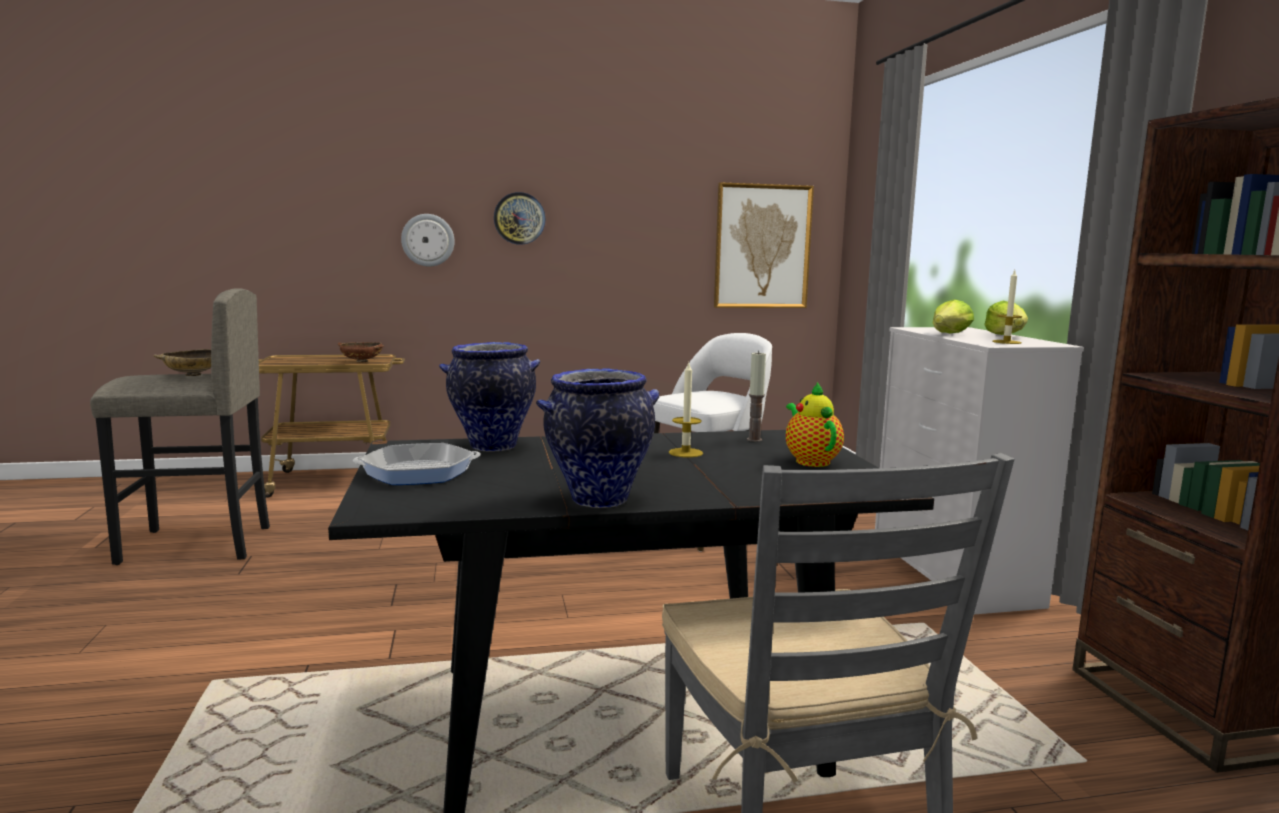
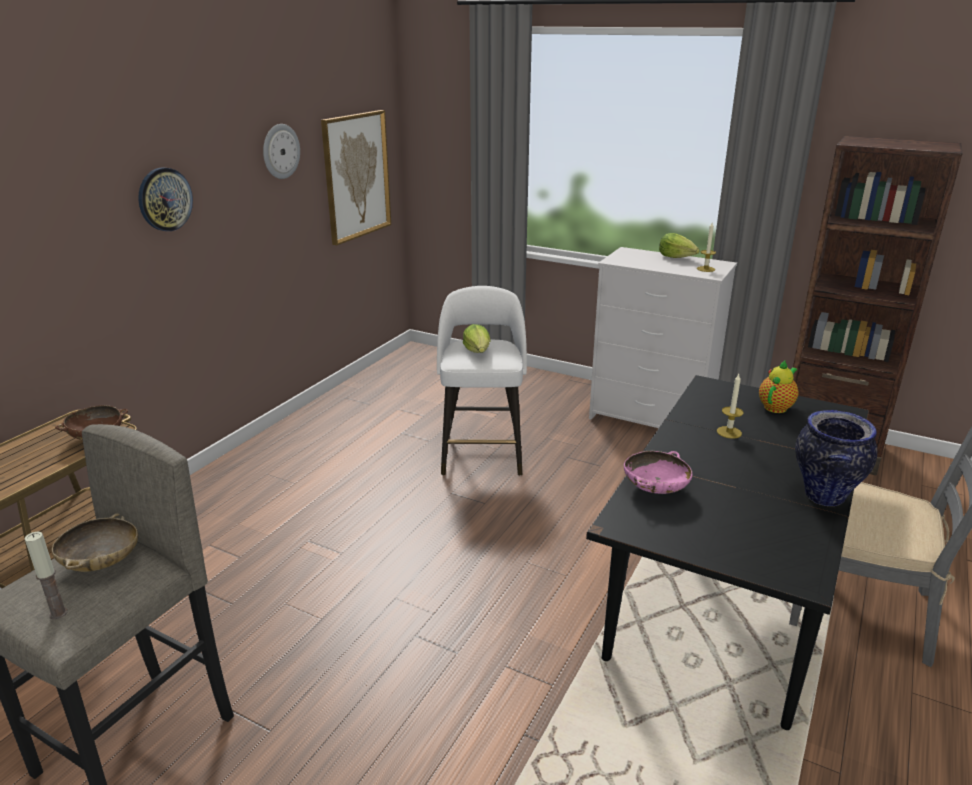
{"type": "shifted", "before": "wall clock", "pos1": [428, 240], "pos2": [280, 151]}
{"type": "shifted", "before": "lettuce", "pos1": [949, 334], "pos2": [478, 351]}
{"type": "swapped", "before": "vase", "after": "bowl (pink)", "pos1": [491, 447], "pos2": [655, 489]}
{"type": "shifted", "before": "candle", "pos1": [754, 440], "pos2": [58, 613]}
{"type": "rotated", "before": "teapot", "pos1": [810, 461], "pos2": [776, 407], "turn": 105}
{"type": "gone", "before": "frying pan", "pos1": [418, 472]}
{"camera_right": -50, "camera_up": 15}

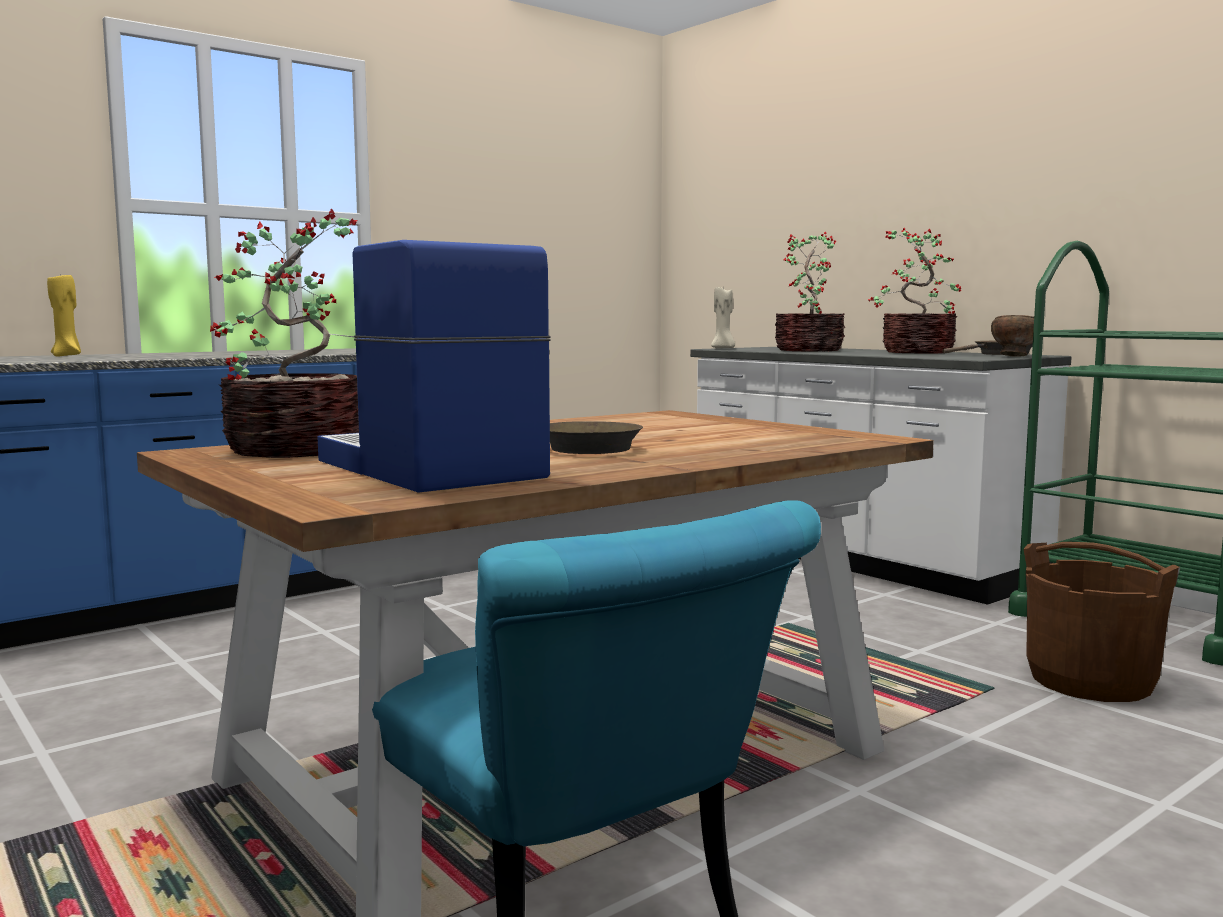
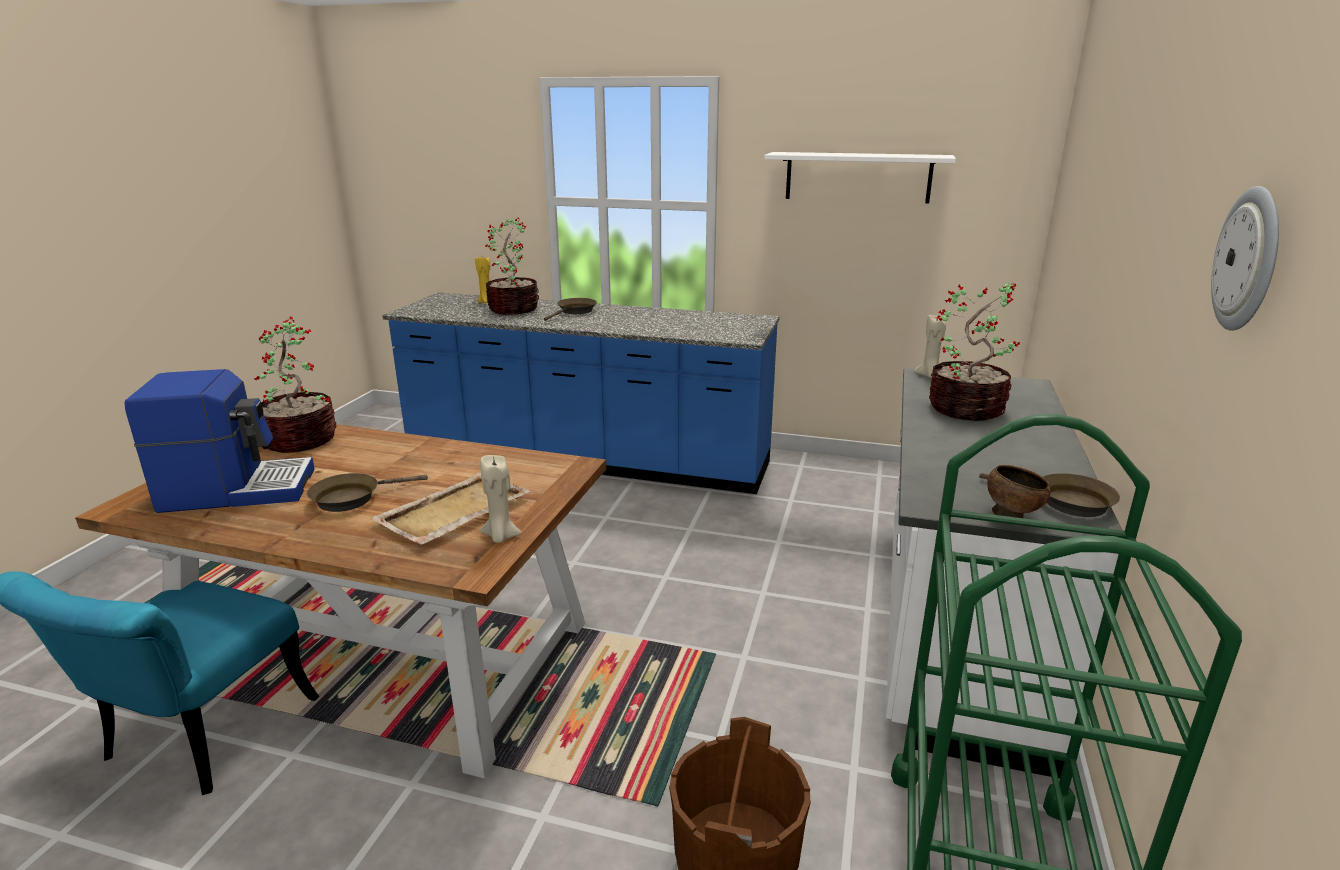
{"type": "shifted", "before": "potted plant", "pos1": [915, 352], "pos2": [513, 308]}
{"type": "rotated", "before": "coffee machine", "pos1": [426, 469], "pos2": [237, 489], "turn": 60}
{"type": "new", "after": "shelf (white)", "pos2": [858, 177]}
{"type": "new", "after": "wall clock", "pos2": [1248, 260]}
{"type": "new", "after": "frying pan (brown)", "pos2": [575, 311]}
{"type": "new", "after": "candle (beige)", "pos2": [500, 537]}
{"type": "new", "after": "tray (beige)", "pos2": [452, 512]}
{"camera_right": 55, "camera_up": 15}

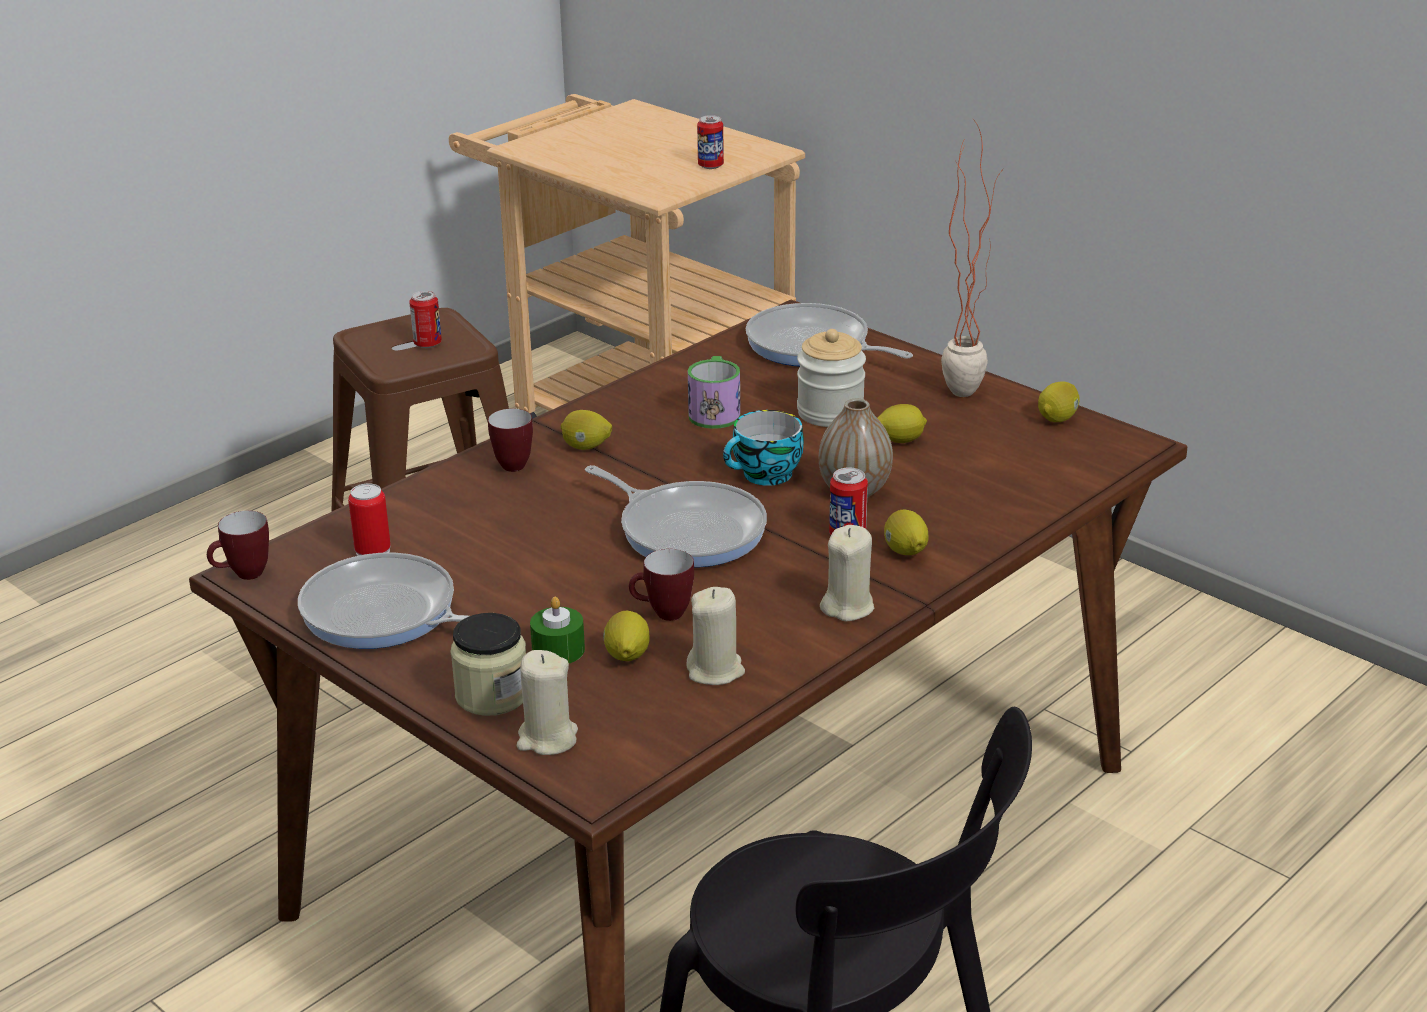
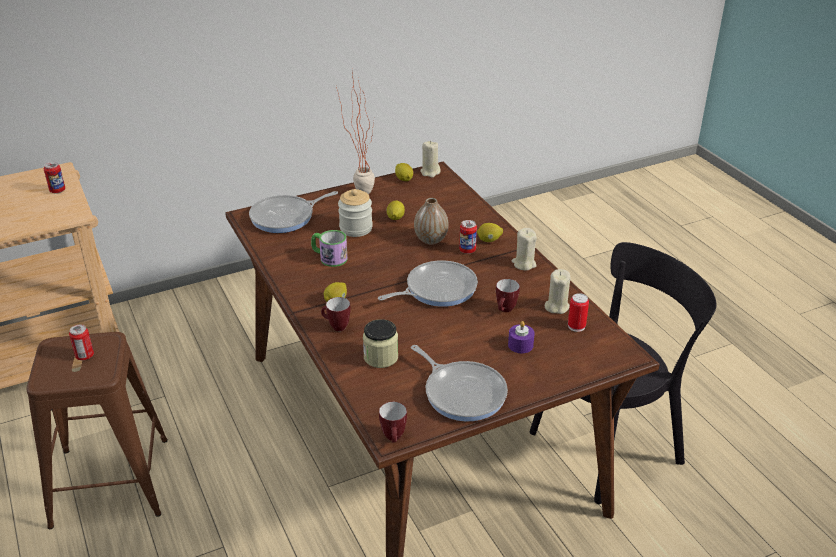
{"type": "gone", "before": "cup", "pos1": [765, 476]}
{"type": "shifted", "before": "can", "pos1": [373, 551], "pos2": [576, 326]}
{"type": "rotated", "before": "frying pan", "pos1": [386, 615], "pos2": [462, 393], "turn": -90}
{"type": "repainted", "before": "candle (green)", "after": "candle (purple)", "pos1": [558, 650], "pos2": [520, 345]}
{"type": "gone", "before": "lemon", "pos1": [626, 656]}
{"type": "shifted", "before": "jar", "pos1": [492, 695], "pos2": [381, 357]}
{"type": "shifted", "before": "candle (beige)", "pos1": [547, 739], "pos2": [430, 172]}
{"camera_right": -70, "camera_up": 5}

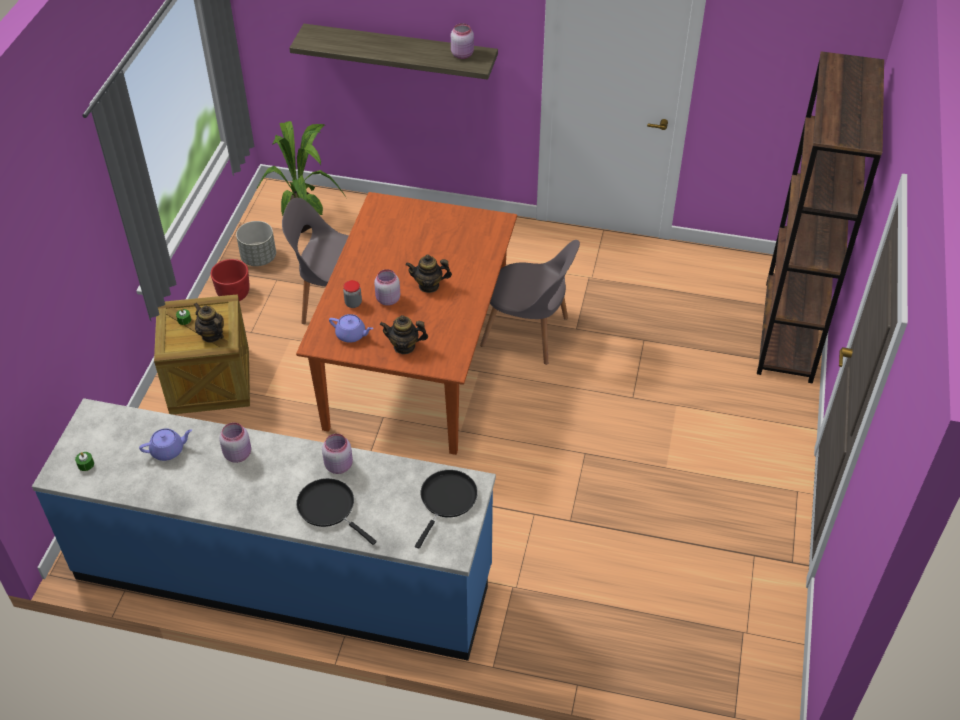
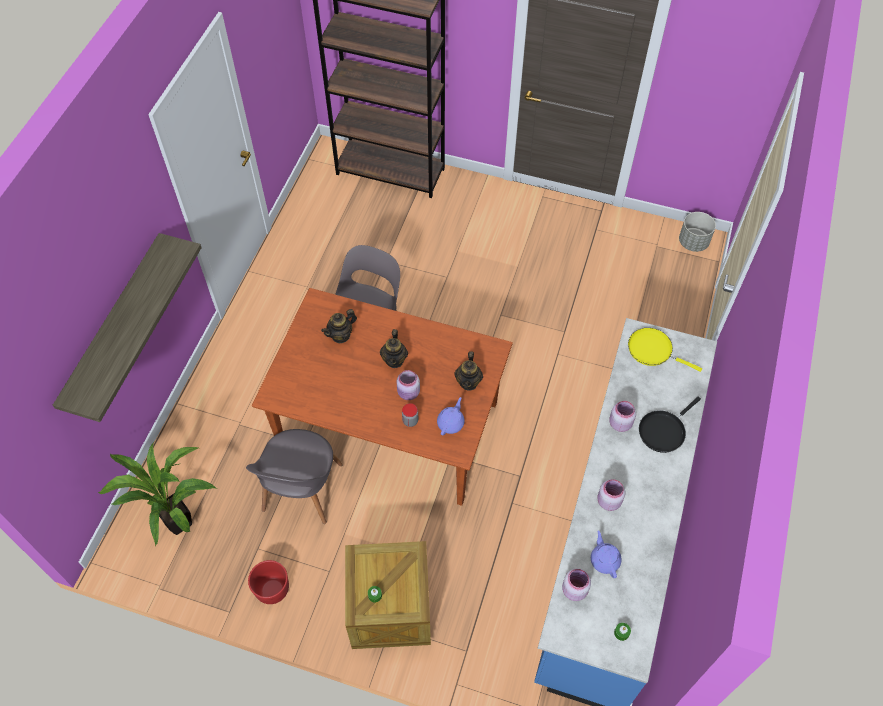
{"type": "shifted", "before": "jar (pink)", "pos1": [463, 54], "pos2": [574, 589]}
{"type": "shifted", "before": "planter (grey)", "pos1": [259, 258], "pos2": [693, 242]}
{"type": "shifted", "before": "teapot", "pos1": [211, 335], "pos2": [341, 335]}
{"type": "repainted", "before": "frying pan (black)", "after": "frying pan (yellow)", "pos1": [447, 500], "pos2": [653, 350]}
{"camera_right": -85, "camera_up": 10}

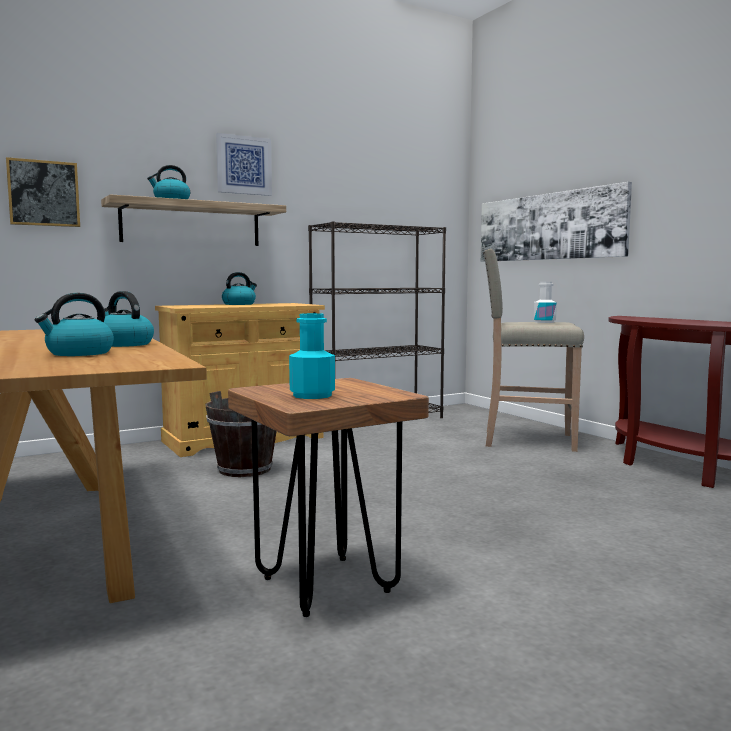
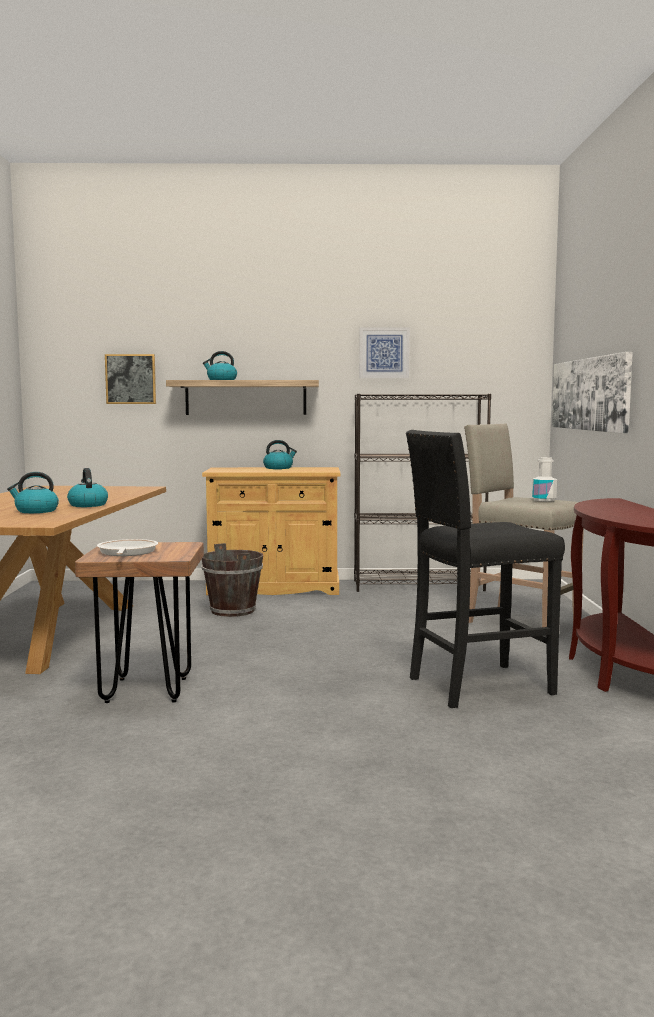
{"type": "shifted", "before": "picture", "pos1": [243, 165], "pos2": [384, 353]}
{"type": "swapped", "before": "bottle (turquoise)", "after": "frying pan", "pos1": [312, 395], "pos2": [126, 552]}
{"type": "new", "after": "stool (black)", "pos2": [477, 686]}
{"camera_right": 30, "camera_up": 0}

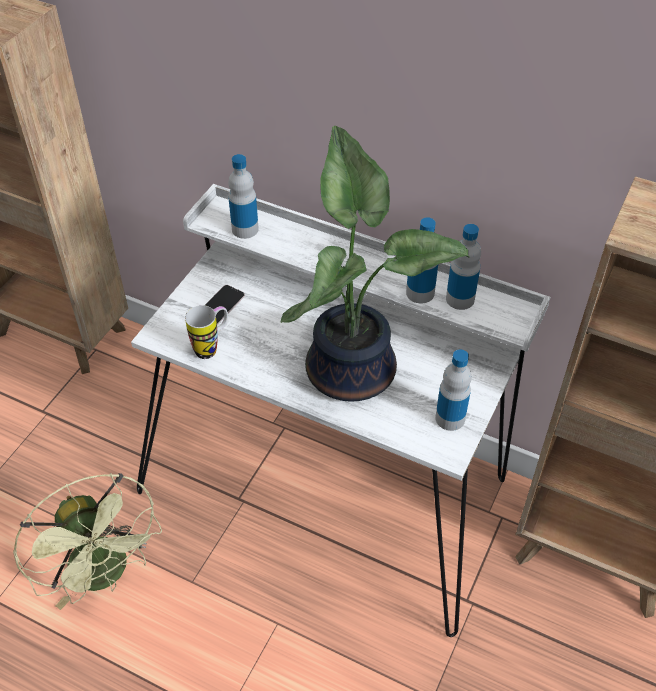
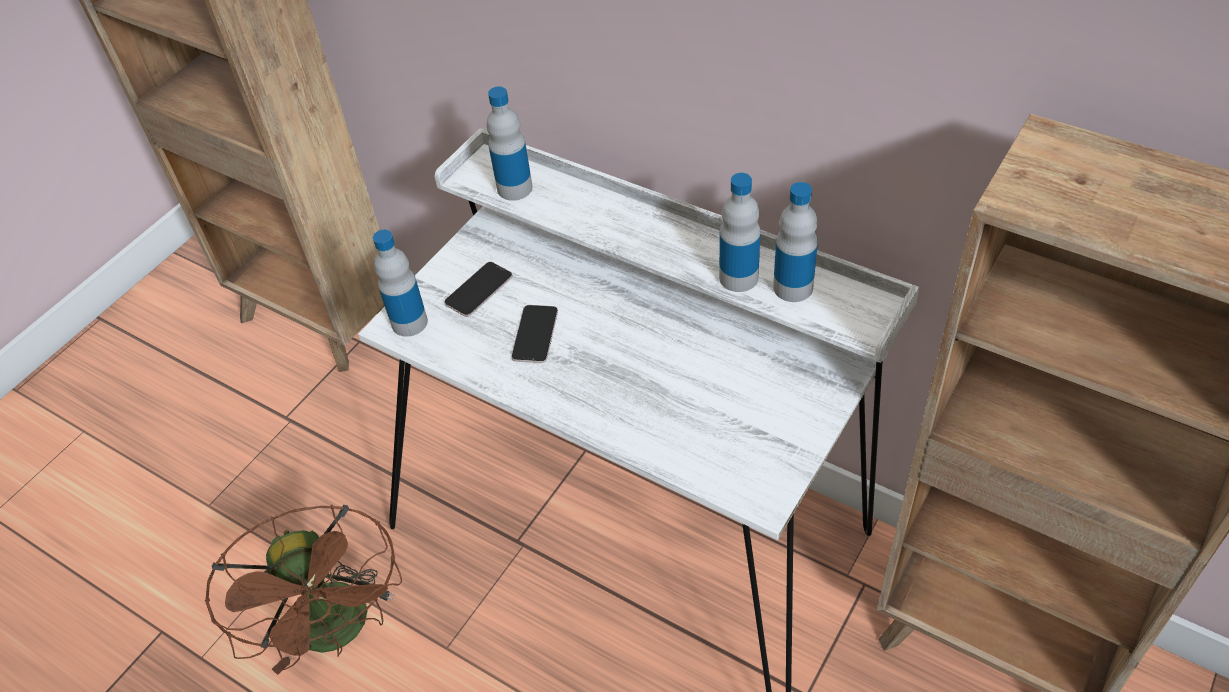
{"type": "gone", "before": "potted plant", "pos1": [354, 368]}
{"type": "gone", "before": "mug", "pos1": [211, 347]}
{"type": "shifted", "before": "bottle", "pos1": [450, 418], "pos2": [409, 322]}
{"type": "repainted", "before": "fan (green)", "after": "fan (brown)", "pos1": [106, 574], "pos2": [339, 631]}
{"type": "new", "after": "phone", "pos2": [535, 334]}
{"camera_right": 10, "camera_up": 0}

